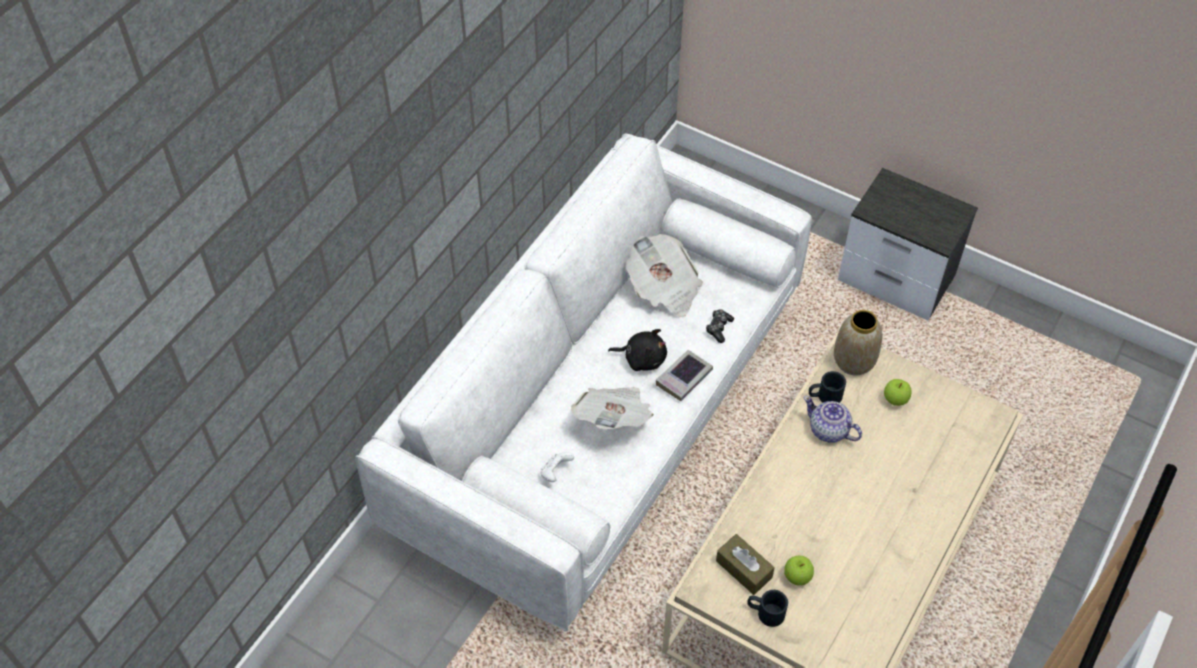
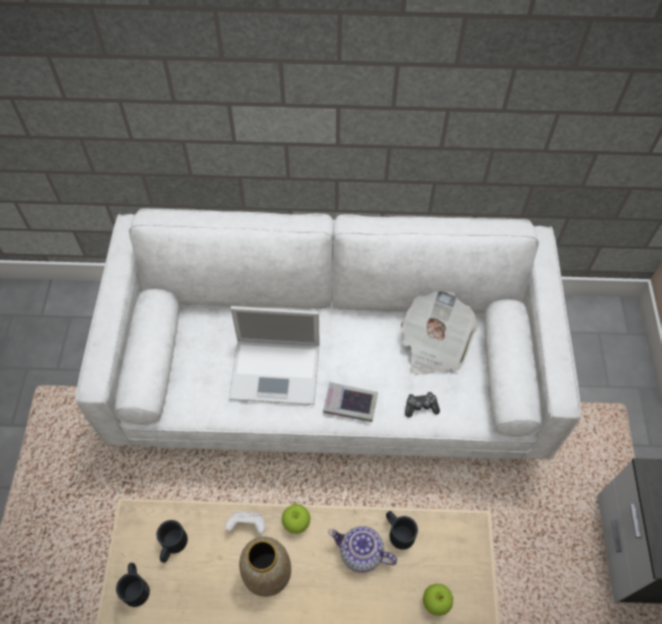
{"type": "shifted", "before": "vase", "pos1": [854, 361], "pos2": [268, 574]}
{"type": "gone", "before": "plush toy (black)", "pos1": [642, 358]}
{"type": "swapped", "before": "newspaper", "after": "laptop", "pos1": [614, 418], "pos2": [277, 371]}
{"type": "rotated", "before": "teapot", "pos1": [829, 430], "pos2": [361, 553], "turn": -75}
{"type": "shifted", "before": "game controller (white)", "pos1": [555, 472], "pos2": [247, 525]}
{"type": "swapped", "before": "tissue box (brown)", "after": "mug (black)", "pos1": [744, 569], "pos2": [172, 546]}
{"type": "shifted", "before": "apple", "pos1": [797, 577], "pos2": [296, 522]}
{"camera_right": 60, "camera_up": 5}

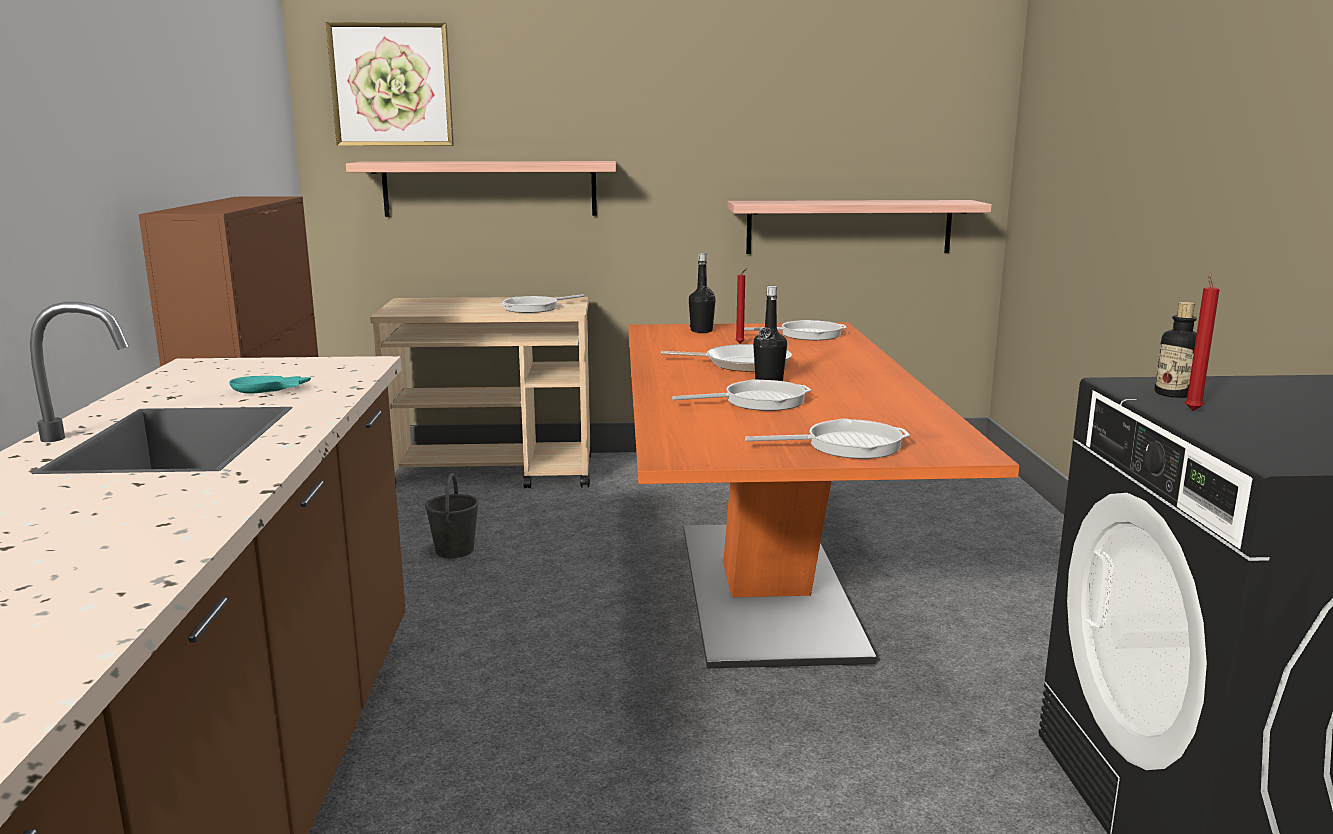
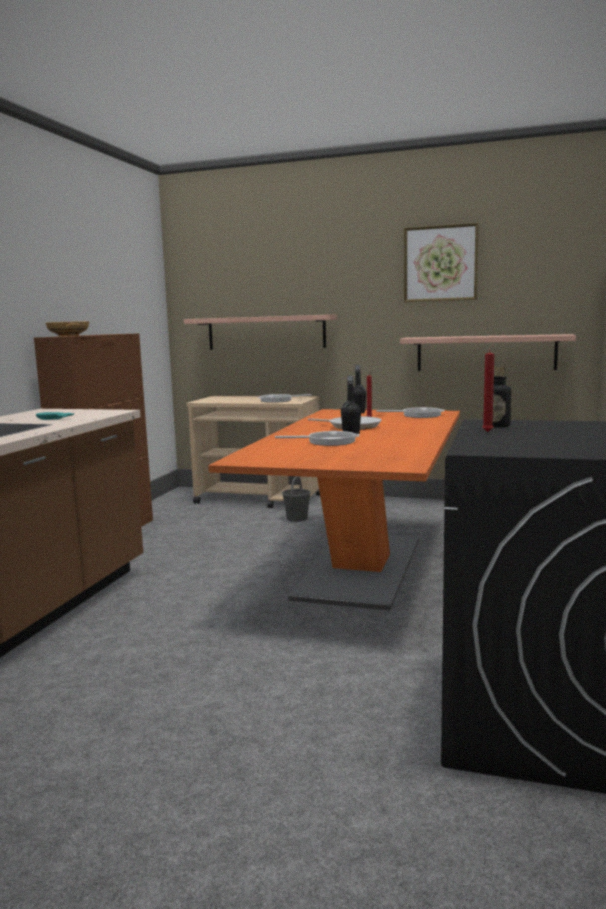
{"type": "shifted", "before": "picture", "pos1": [391, 85], "pos2": [440, 263]}
{"type": "gone", "before": "frying pan", "pos1": [846, 445]}
{"type": "shifted", "before": "bucket (grey)", "pos1": [454, 551], "pos2": [297, 519]}
{"type": "new", "after": "bowl (beige)", "pos2": [69, 336]}
{"camera_right": 20, "camera_up": -5}

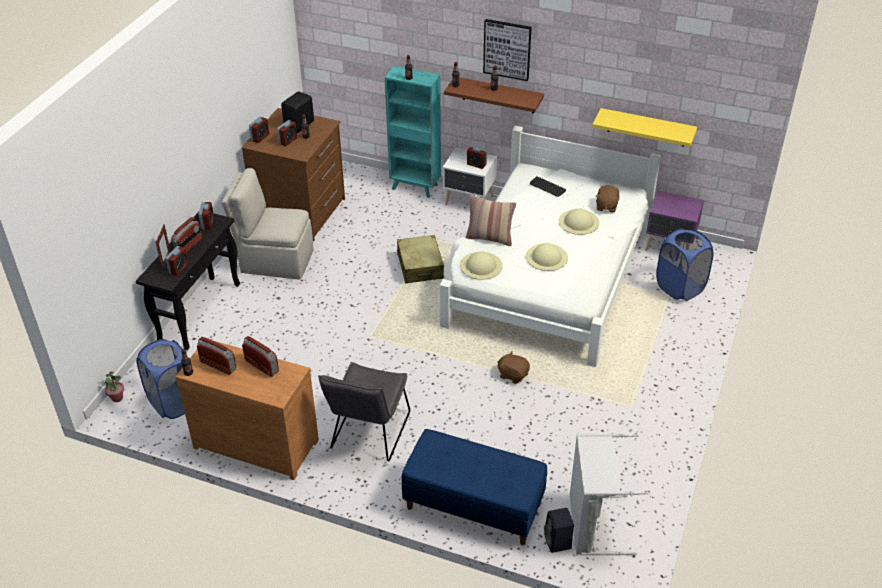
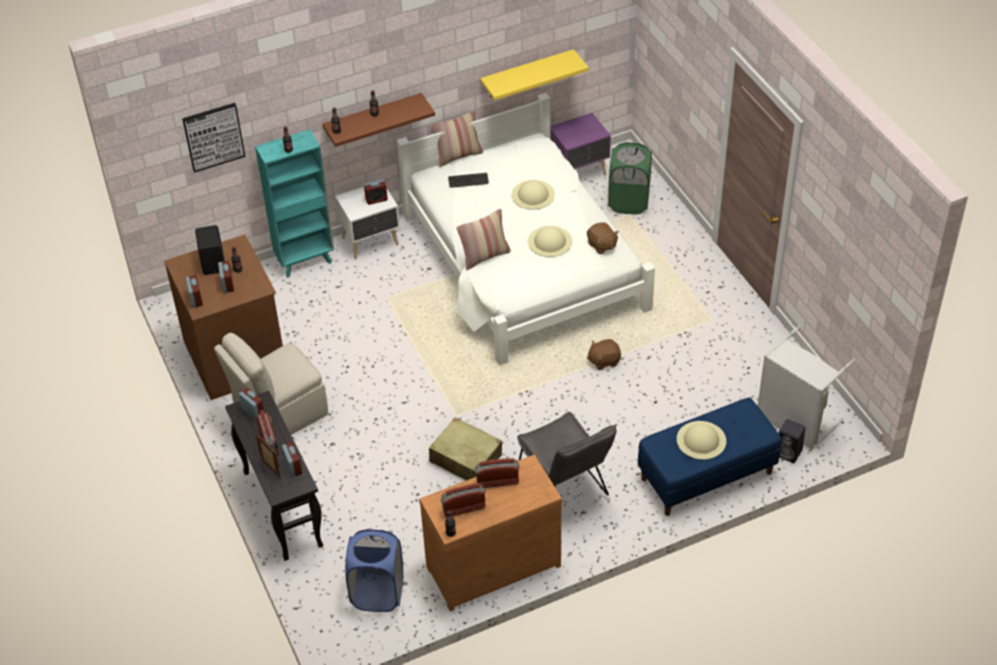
{"type": "shifted", "before": "picture", "pos1": [507, 49], "pos2": [213, 136]}
{"type": "shifted", "before": "plush toy (brown)", "pos1": [606, 206], "pos2": [601, 245]}
{"type": "repainted", "before": "laundry basket (blue)", "after": "laundry basket (green)", "pos1": [680, 287], "pos2": [629, 202]}
{"type": "shifted", "before": "suitcase (beige)", "pos1": [420, 266], "pos2": [465, 458]}
{"type": "shifted", "before": "hat (beige)", "pos1": [481, 265], "pos2": [701, 440]}
{"type": "gone", "before": "potted plant", "pos1": [117, 398]}
{"type": "new", "after": "pillow", "pos2": [458, 156]}
{"camera_right": -45, "camera_up": 5}

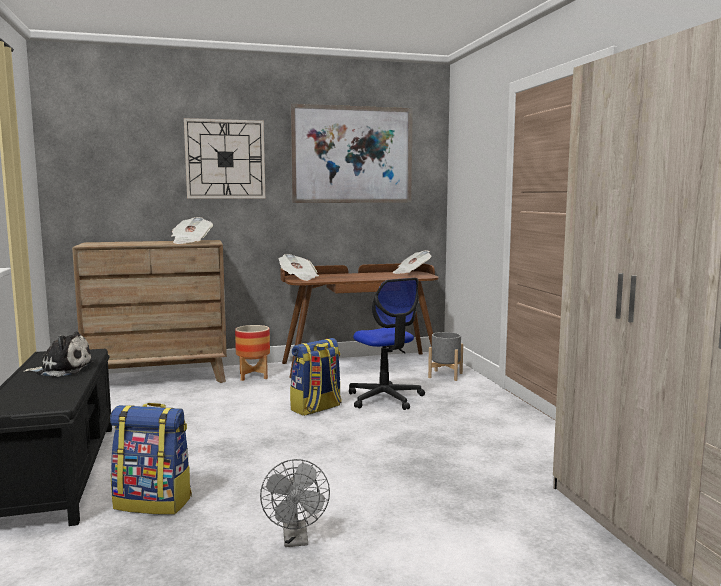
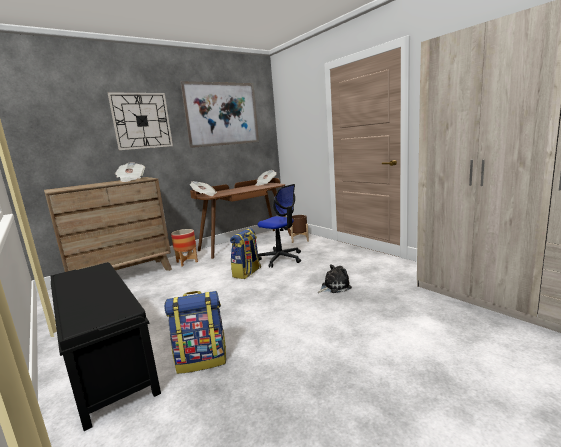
{"type": "shifted", "before": "plush toy", "pos1": [62, 369], "pos2": [334, 287]}
{"type": "repainted", "before": "planter (grey)", "after": "planter (brown)", "pos1": [445, 375], "pos2": [299, 239]}
{"type": "gone", "before": "fan (grey)", "pos1": [296, 540]}
{"camera_right": -20, "camera_up": 5}

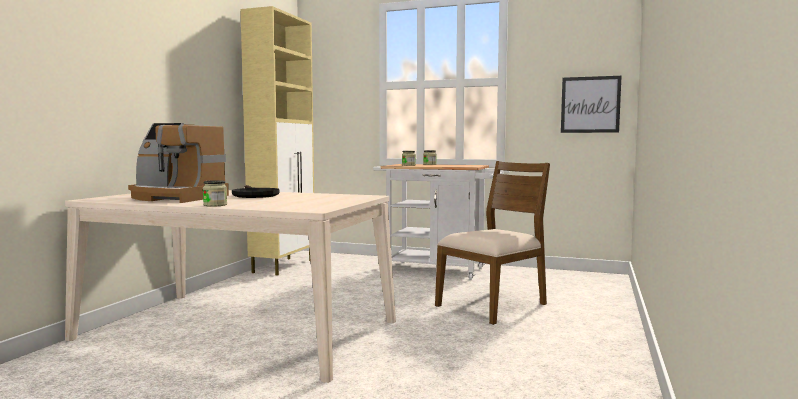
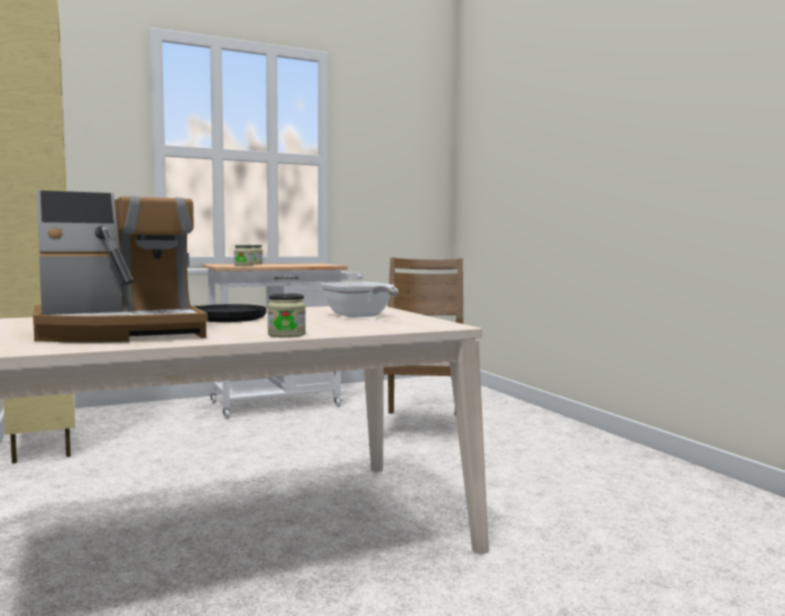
{"type": "gone", "before": "picture", "pos1": [590, 104]}
{"type": "new", "after": "frying pan", "pos2": [360, 316]}
{"camera_right": -45, "camera_up": 0}

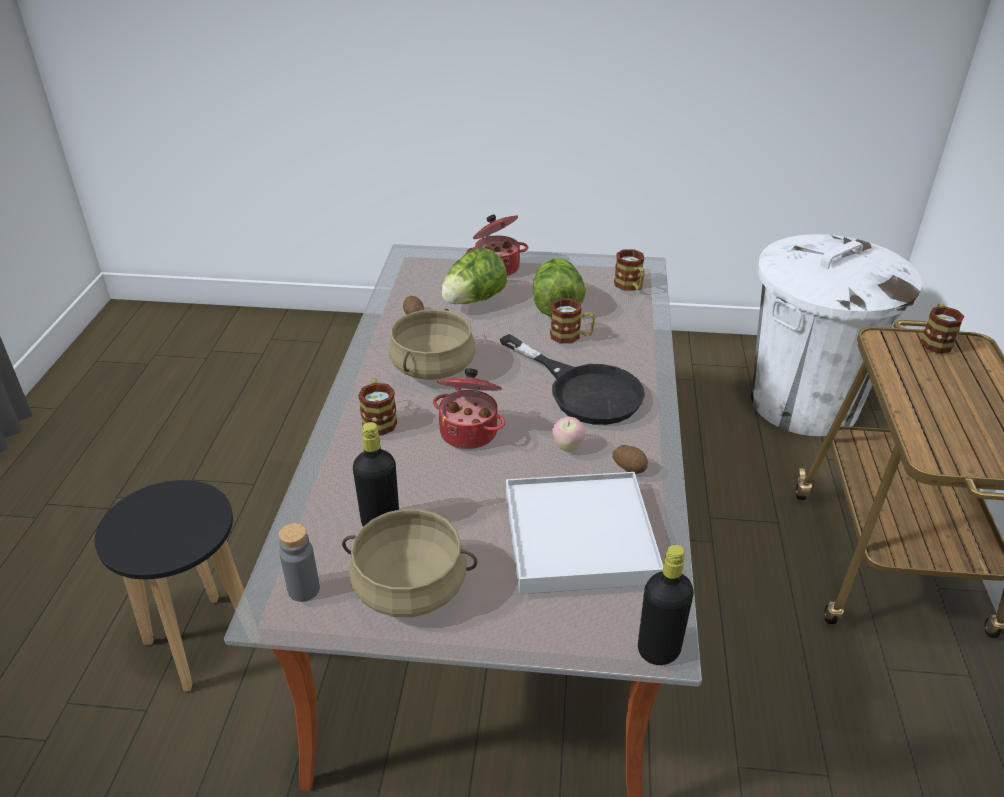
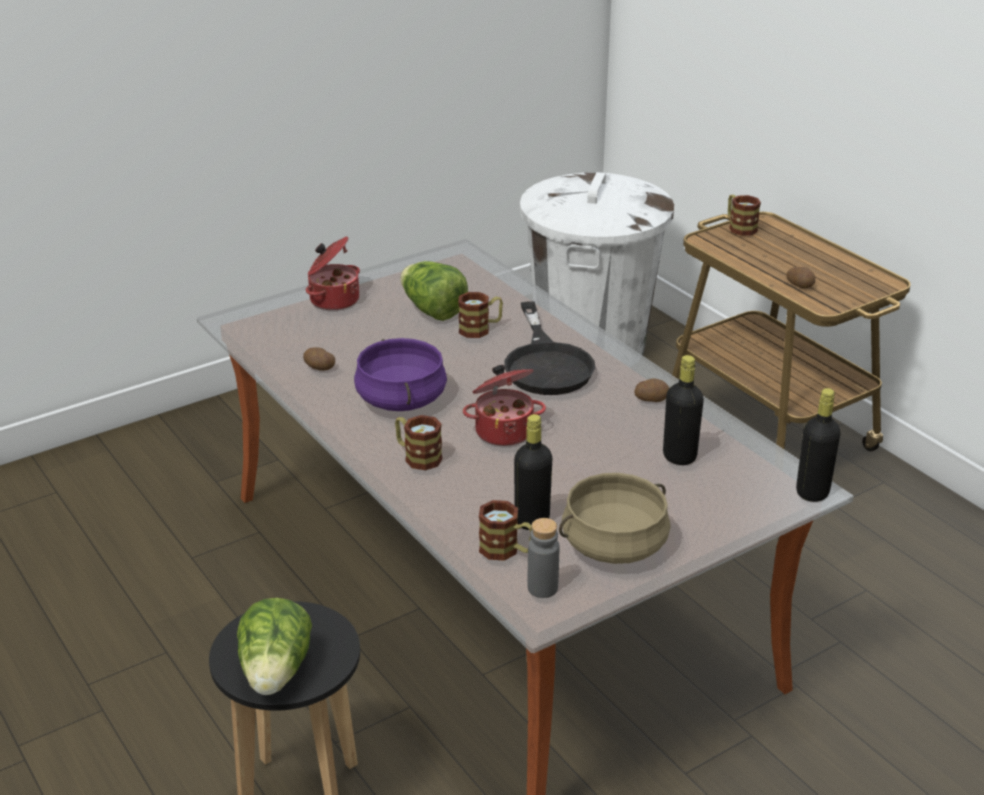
{"type": "shifted", "before": "lettuce", "pos1": [473, 300], "pos2": [276, 673]}
{"type": "shifted", "before": "mug", "pos1": [630, 286], "pos2": [506, 550]}
{"type": "repainted", "before": "cooking pot (beige)", "after": "cooking pot (purple)", "pos1": [432, 366], "pos2": [400, 399]}
{"type": "rotated", "before": "frying pan (black)", "pos1": [583, 390], "pos2": [546, 363], "turn": 75}
{"type": "gone", "before": "apple", "pos1": [568, 447]}
{"type": "swapped", "before": "tray (white)", "after": "bottle (black)", "pos1": [579, 536], "pos2": [679, 457]}
{"type": "new", "after": "potato", "pos2": [800, 285]}
{"camera_right": -40, "camera_up": -5}

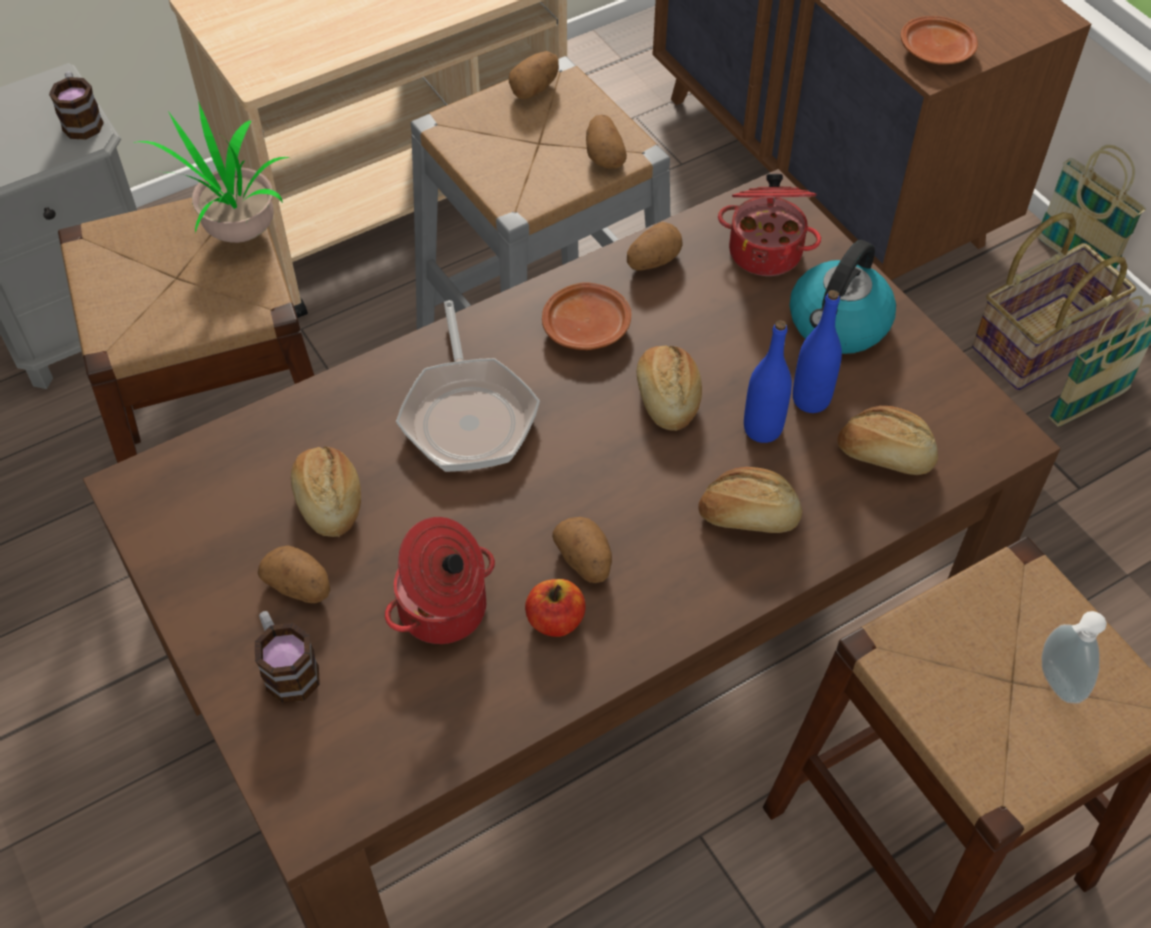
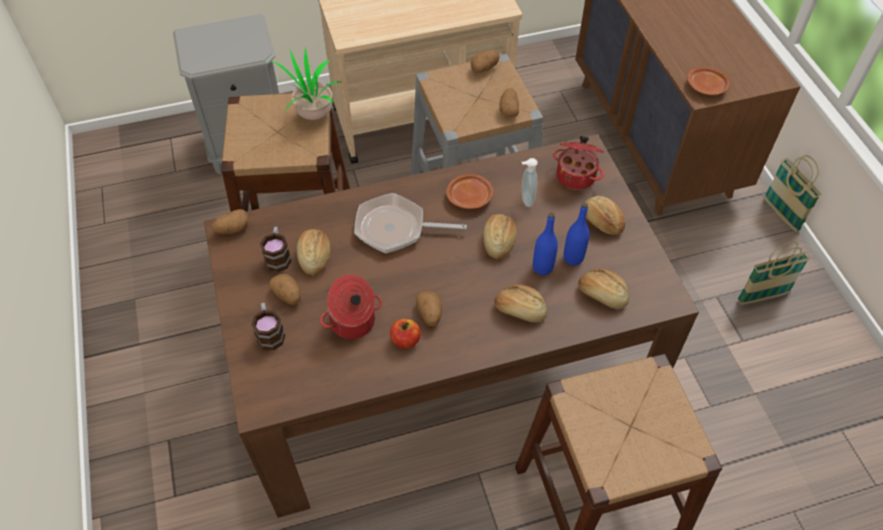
{"type": "shifted", "before": "mug", "pos1": [82, 120], "pos2": [278, 256]}
{"type": "gone", "before": "basket", "pos1": [1040, 341]}
{"type": "shifted", "before": "potato", "pos1": [653, 260], "pos2": [233, 229]}
{"type": "swapped", "before": "kettle", "after": "bread", "pos1": [838, 324], "pos2": [601, 222]}
{"type": "rotated", "before": "frying pan", "pos1": [468, 414], "pos2": [396, 228], "turn": 90}
{"type": "shifted", "before": "soap dispenser", "pos1": [1055, 684], "pos2": [525, 199]}
{"camera_right": 15, "camera_up": 0}

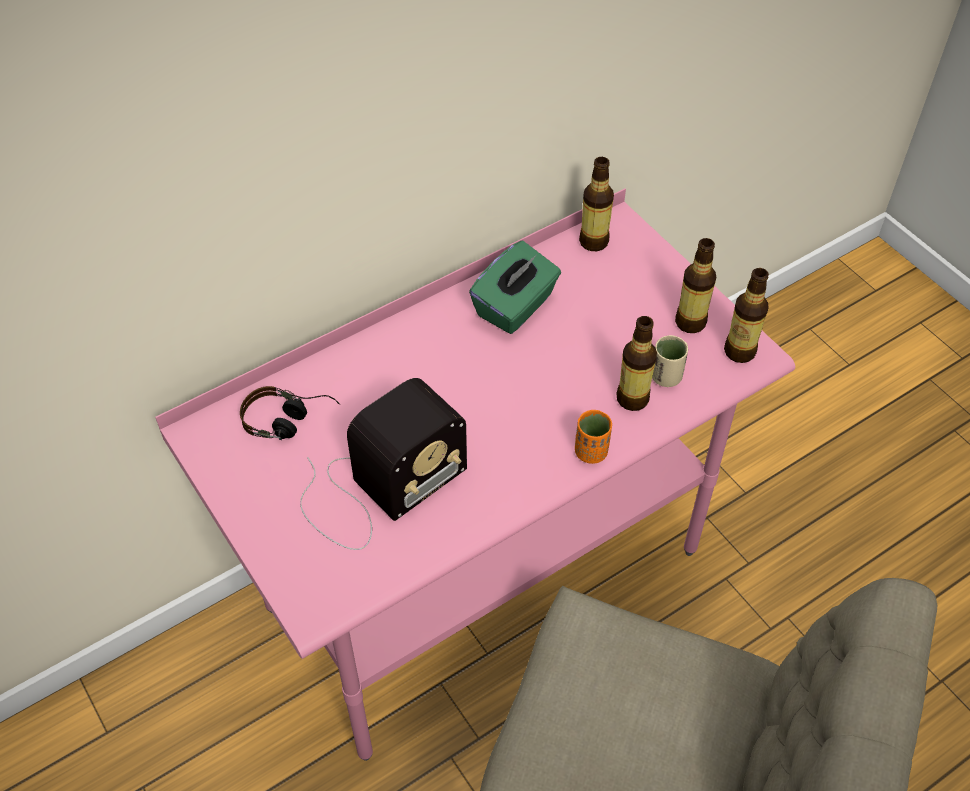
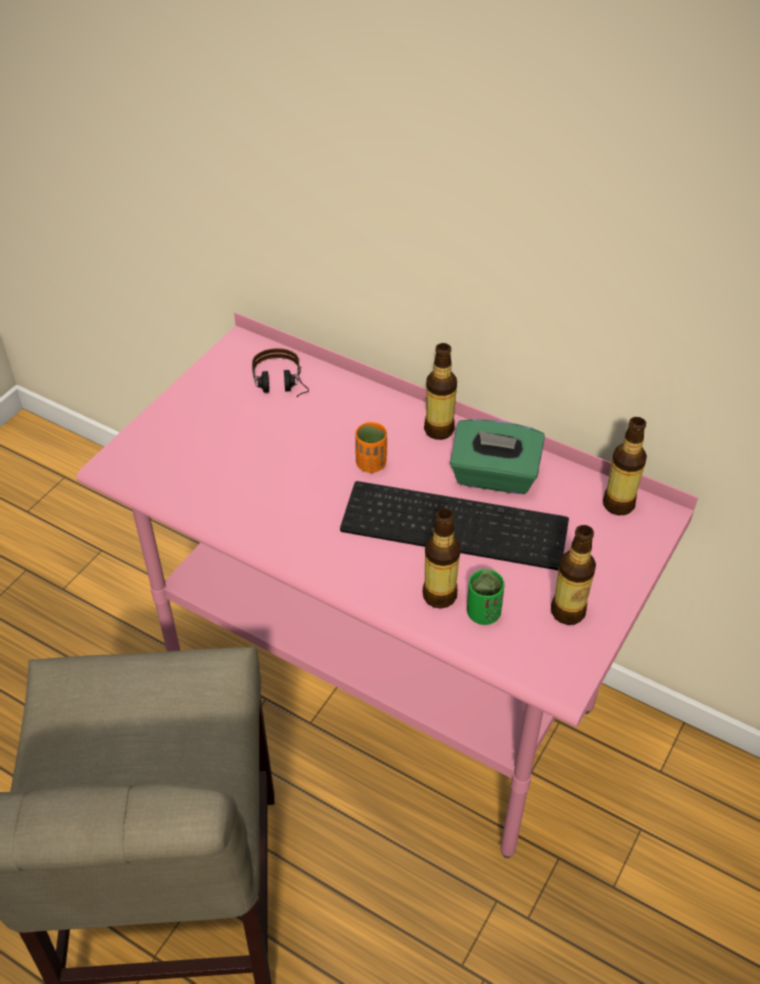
{"type": "shifted", "before": "bottle", "pos1": [739, 351], "pos2": [439, 430]}
{"type": "repainted", "before": "cup (beige)", "after": "cup (green)", "pos1": [666, 377], "pos2": [483, 613]}
{"type": "gone", "before": "radio", "pos1": [377, 489]}
{"type": "shifted", "before": "cup (orange)", "pos1": [591, 452], "pos2": [371, 464]}
{"type": "new", "after": "keyboard", "pos2": [457, 523]}
{"camera_right": 65, "camera_up": -5}

